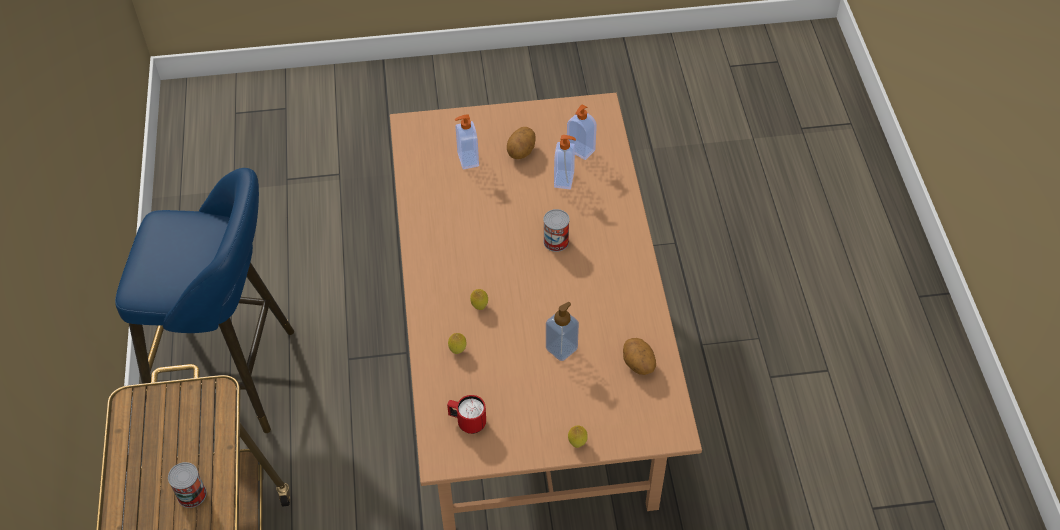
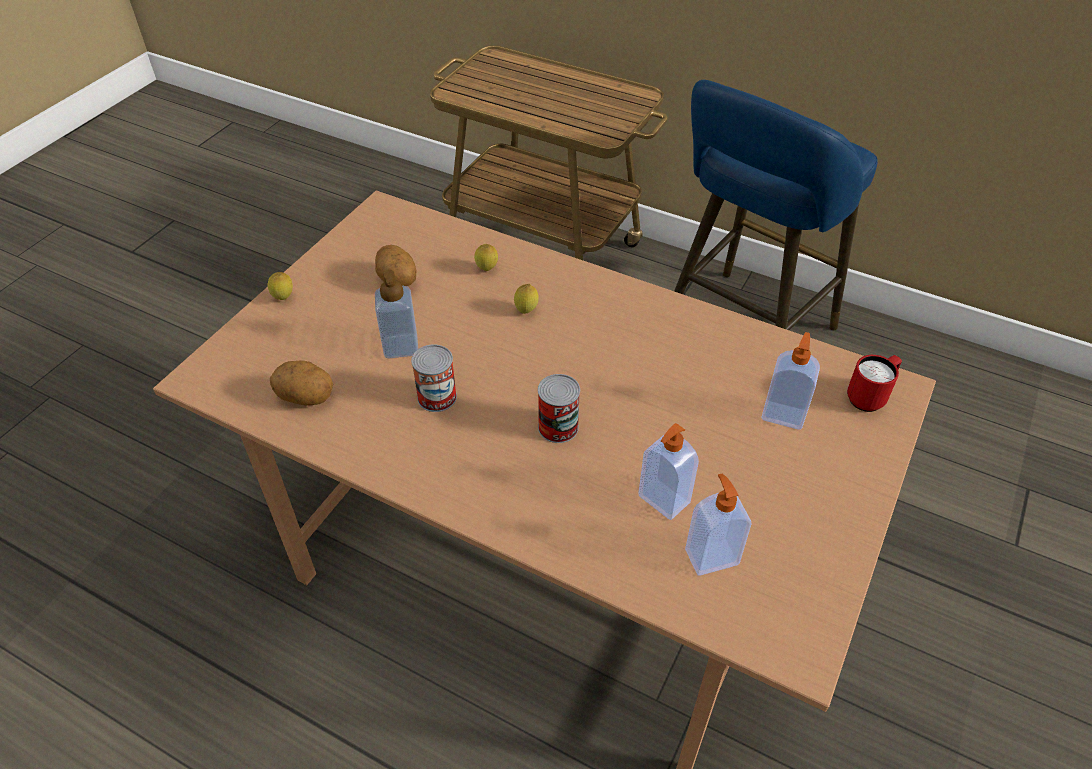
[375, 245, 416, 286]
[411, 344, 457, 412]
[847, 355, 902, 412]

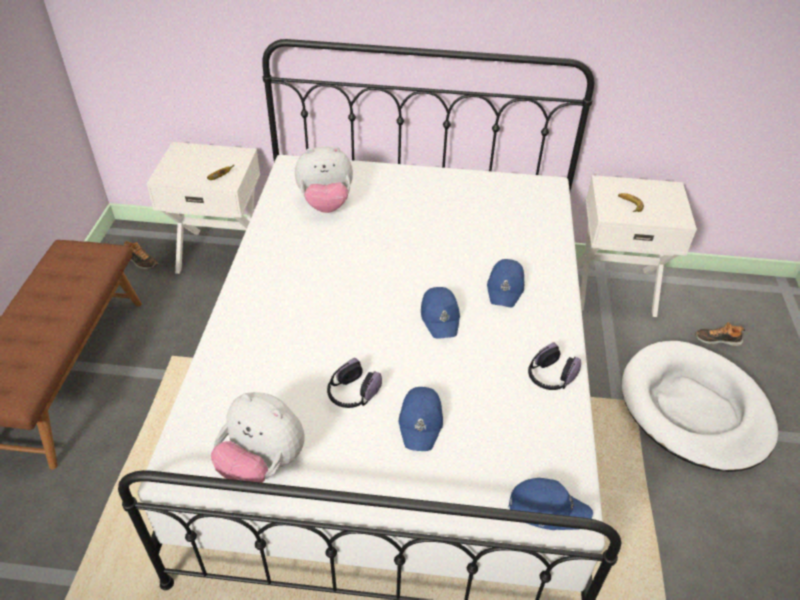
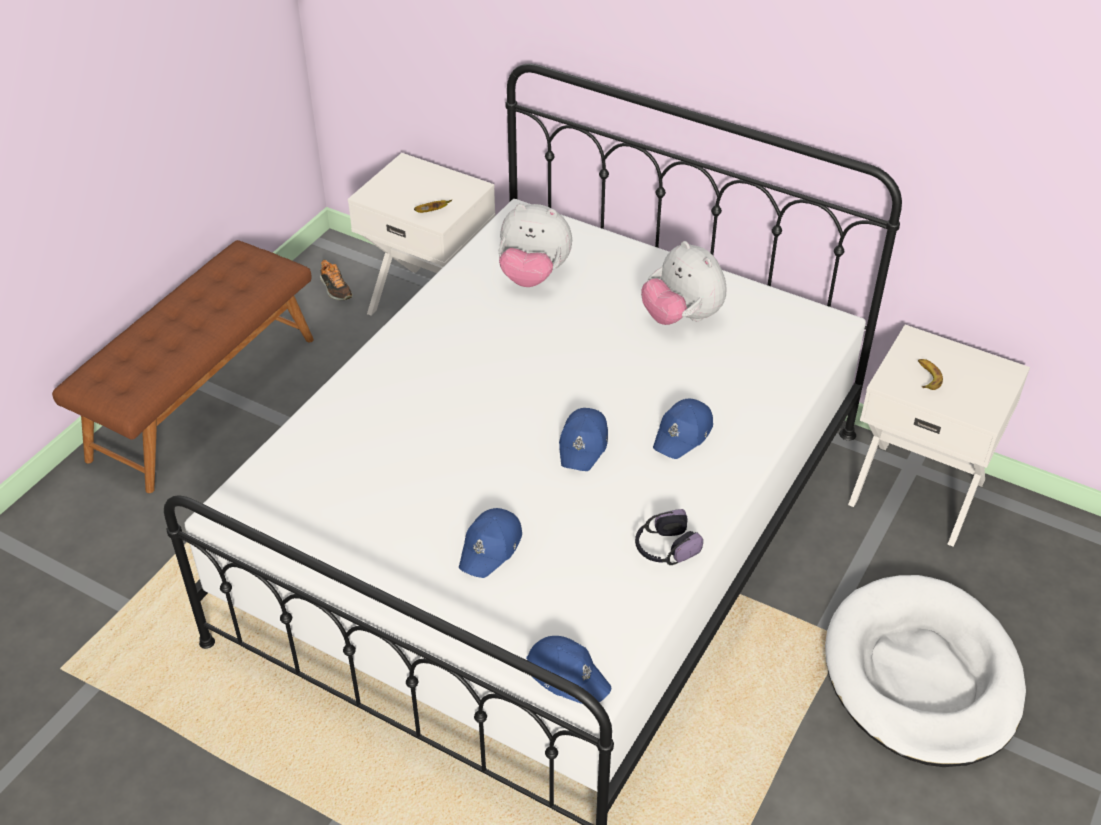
[641, 241, 726, 325]
[327, 358, 382, 408] (first image)
[695, 322, 745, 346] (first image)

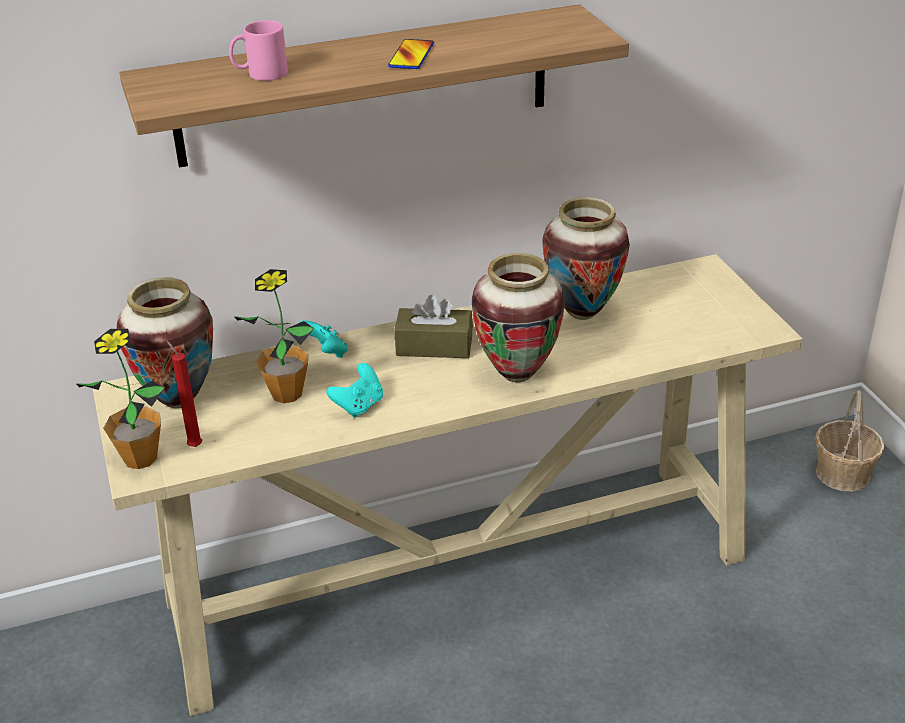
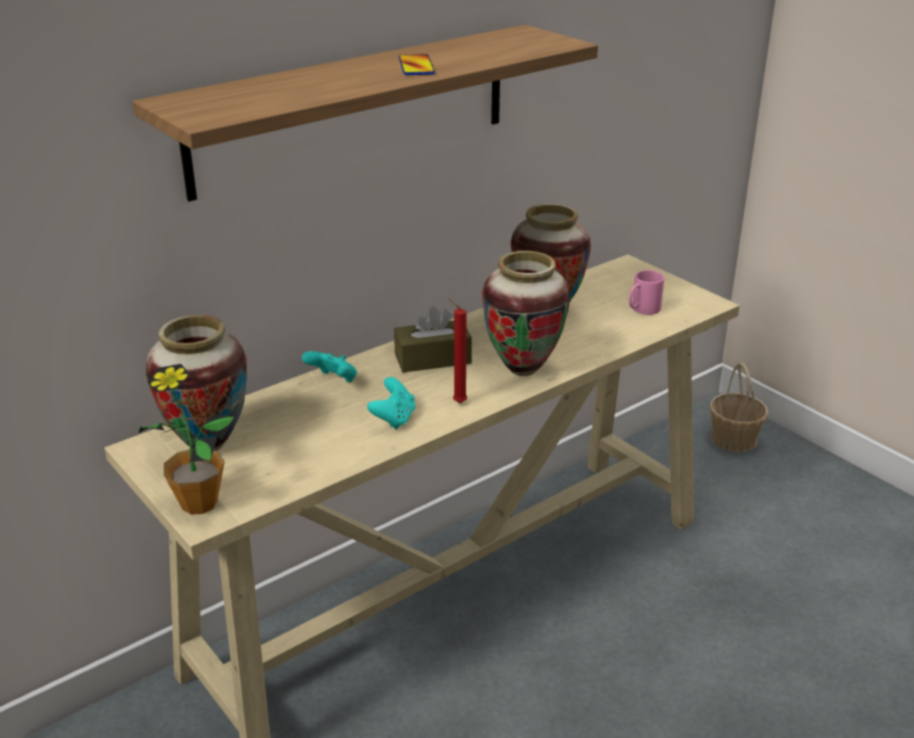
[448, 299, 467, 403]
[629, 270, 664, 315]
[234, 269, 315, 403] (first image)

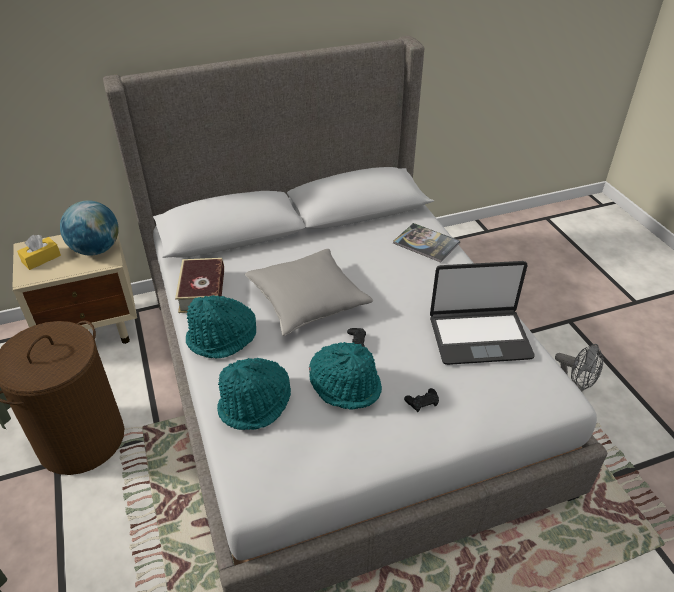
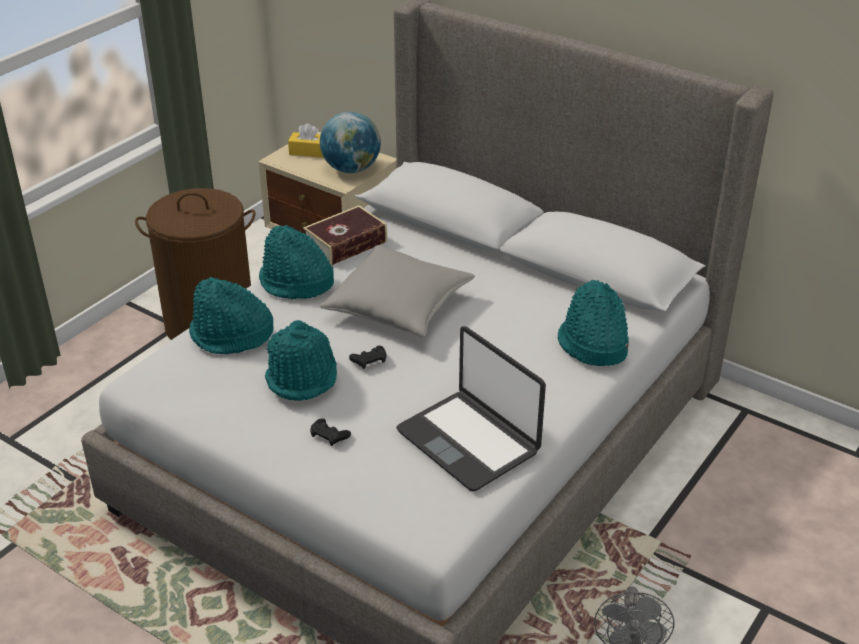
[558, 280, 629, 366]

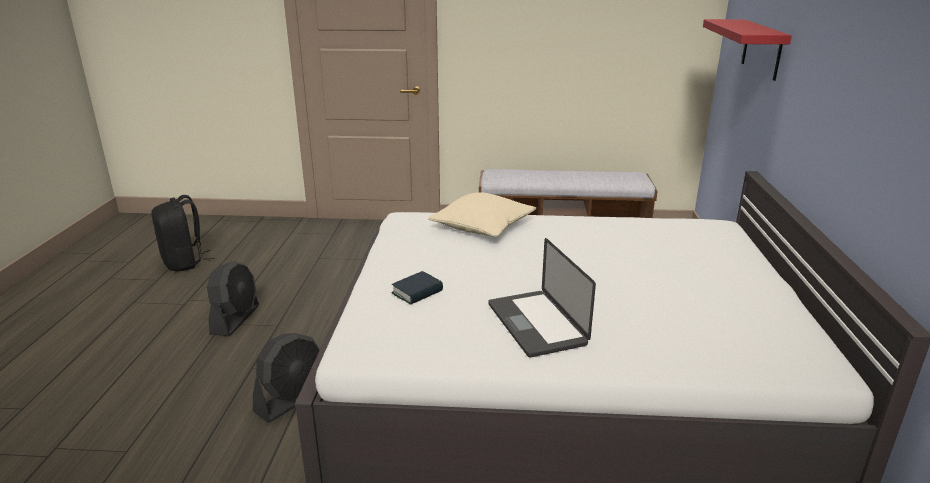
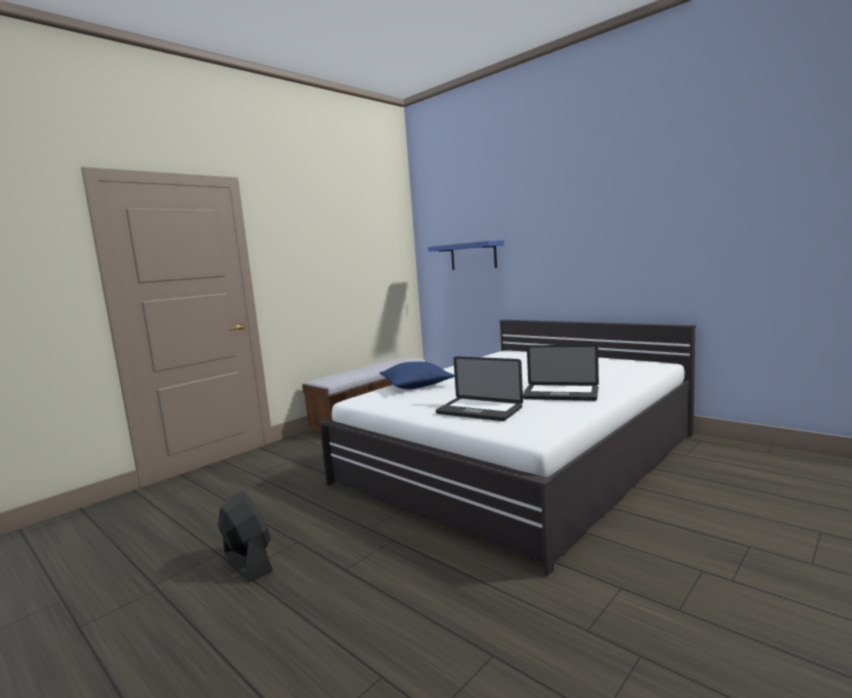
[380, 362, 455, 389]
[428, 240, 504, 270]
[436, 356, 523, 421]
[151, 195, 215, 271] (first image)
[253, 333, 320, 423] (first image)

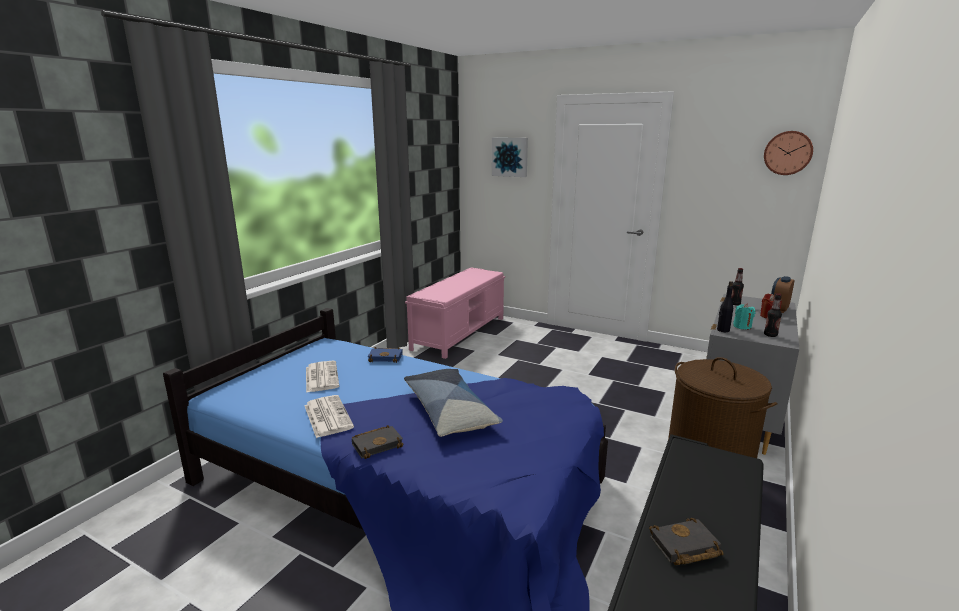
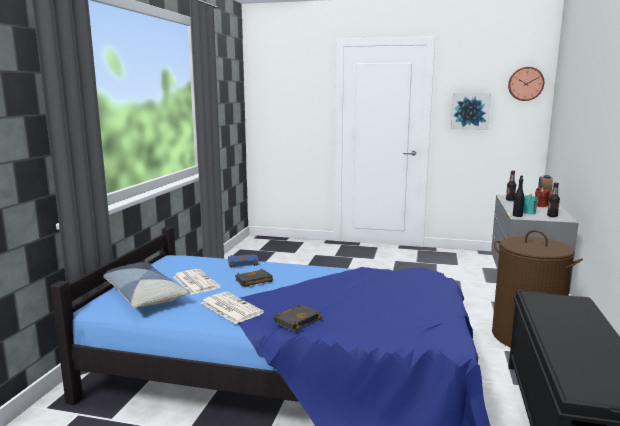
[103, 262, 191, 308]
[235, 269, 273, 287]
[451, 93, 491, 130]
[405, 267, 505, 359] (first image)

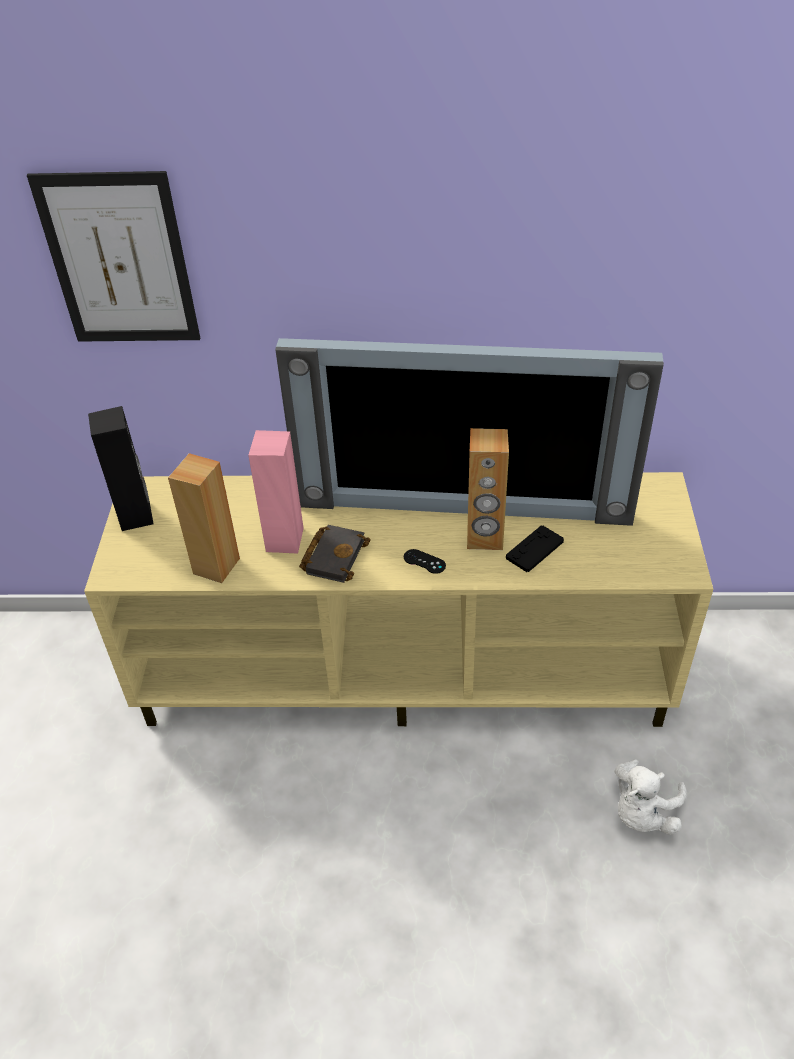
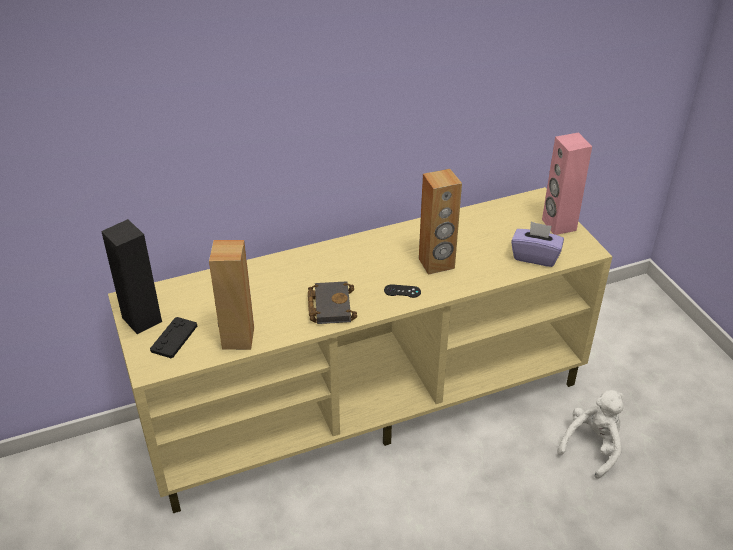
[150, 317, 197, 358]
[511, 221, 564, 267]
[542, 132, 592, 235]
[557, 390, 624, 479]
[27, 171, 200, 342] (first image)
[275, 338, 664, 526] (first image)

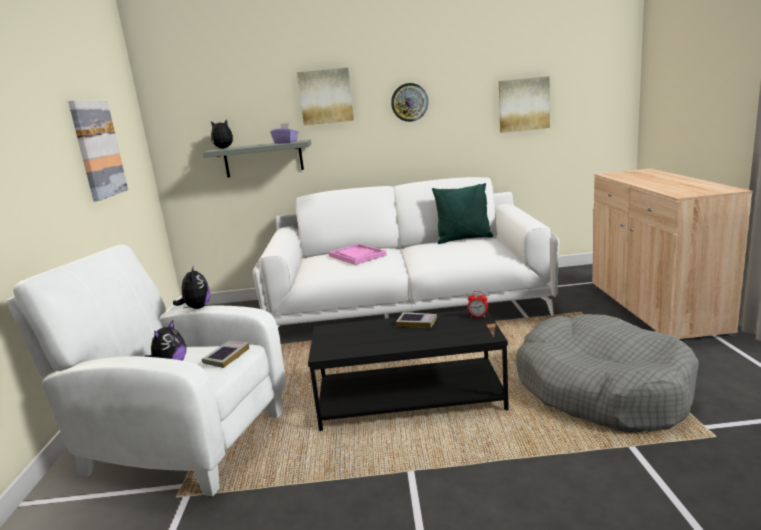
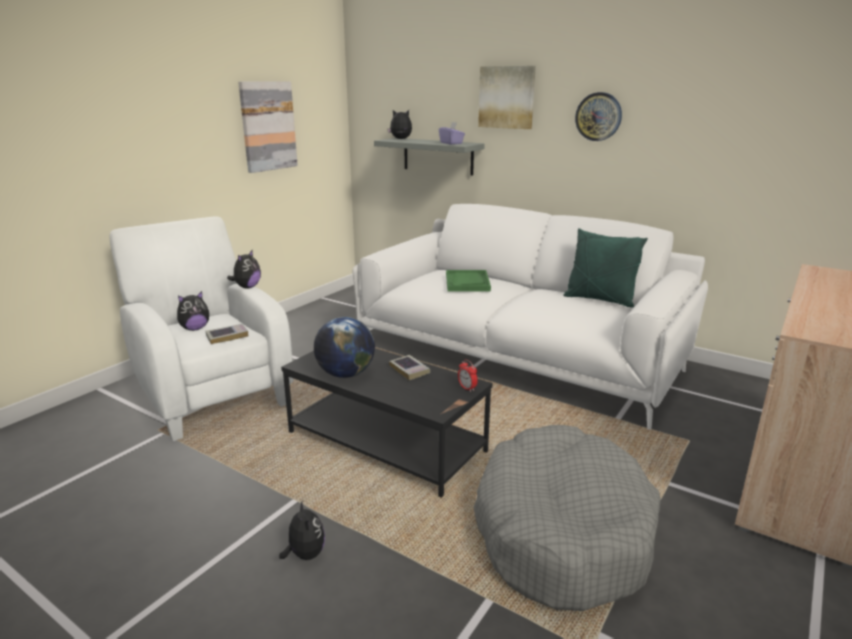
[279, 501, 325, 560]
[314, 317, 375, 378]
[446, 270, 491, 292]
[499, 76, 550, 133] (first image)

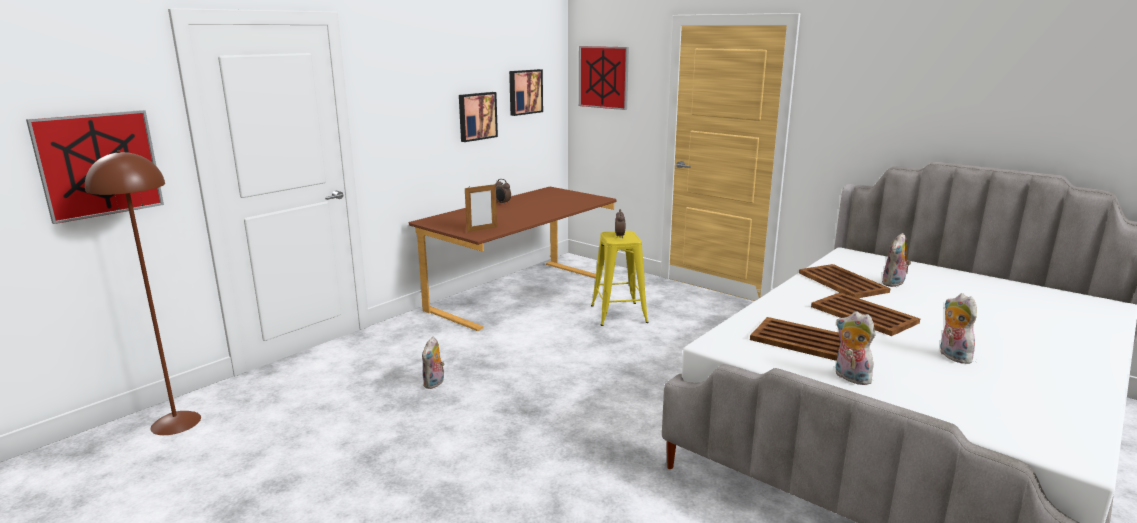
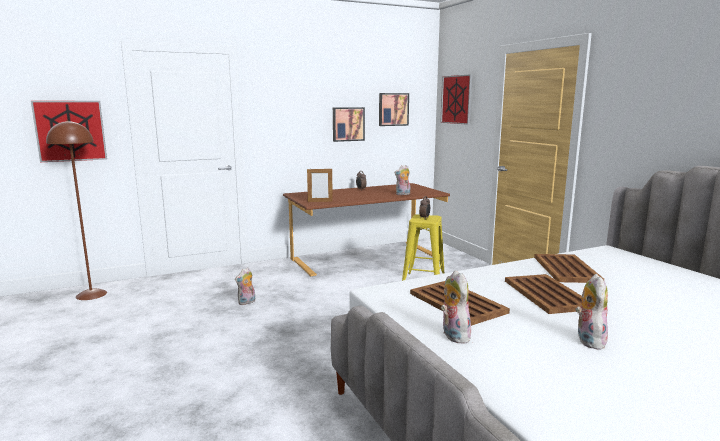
[394, 165, 410, 195]

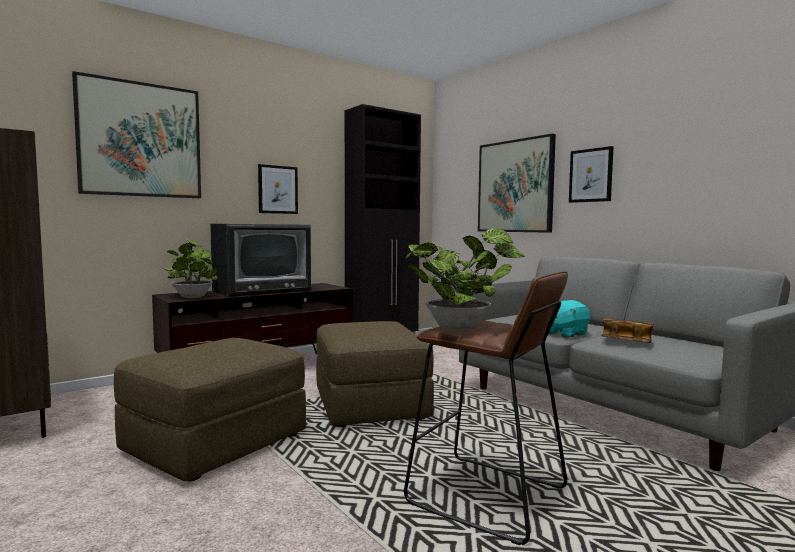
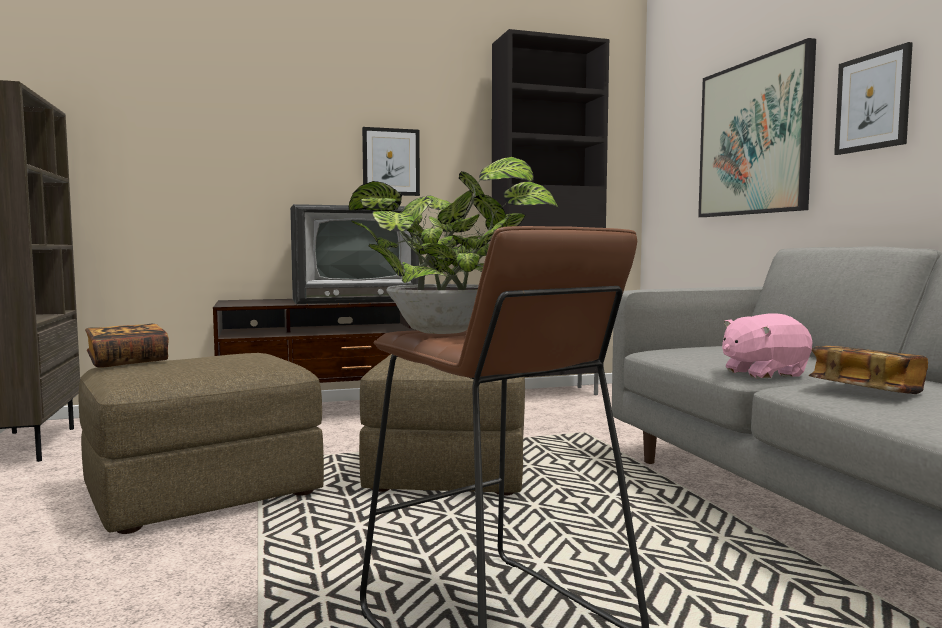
[85, 324, 169, 368]
[722, 313, 812, 379]
[72, 71, 201, 198] (first image)
[164, 238, 218, 298] (first image)

